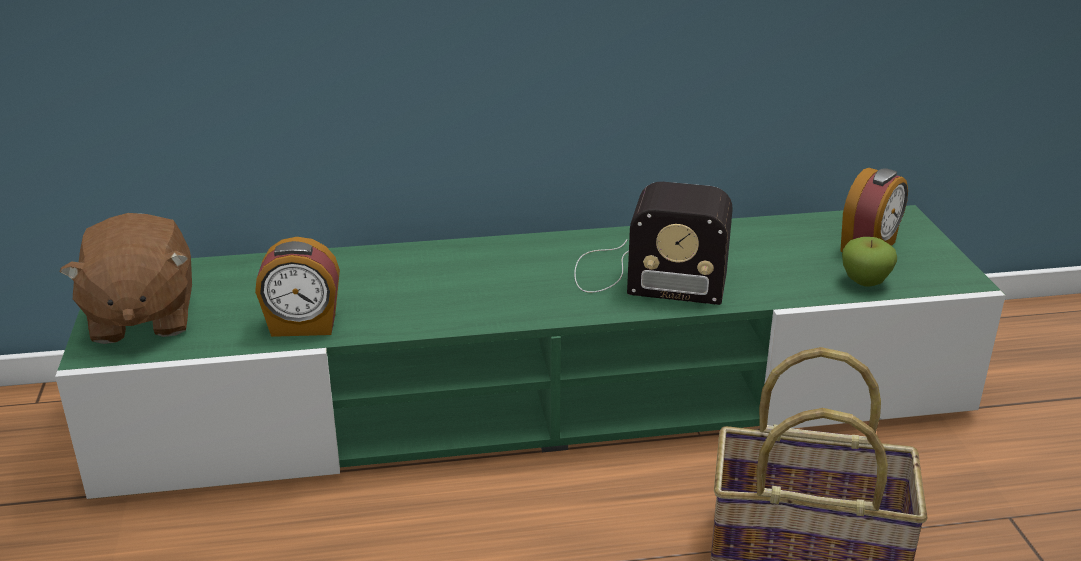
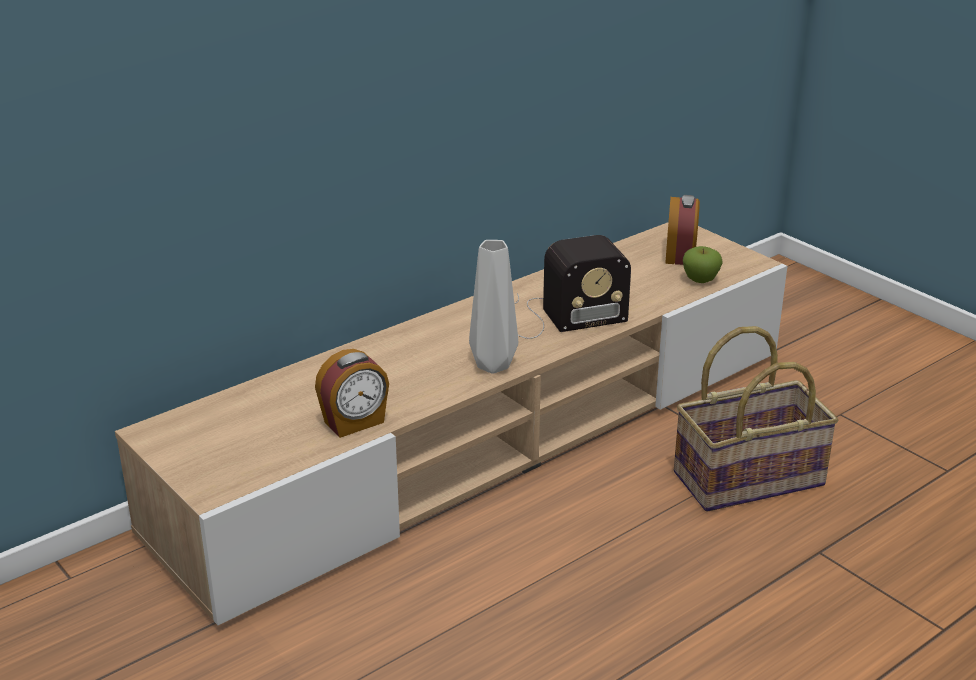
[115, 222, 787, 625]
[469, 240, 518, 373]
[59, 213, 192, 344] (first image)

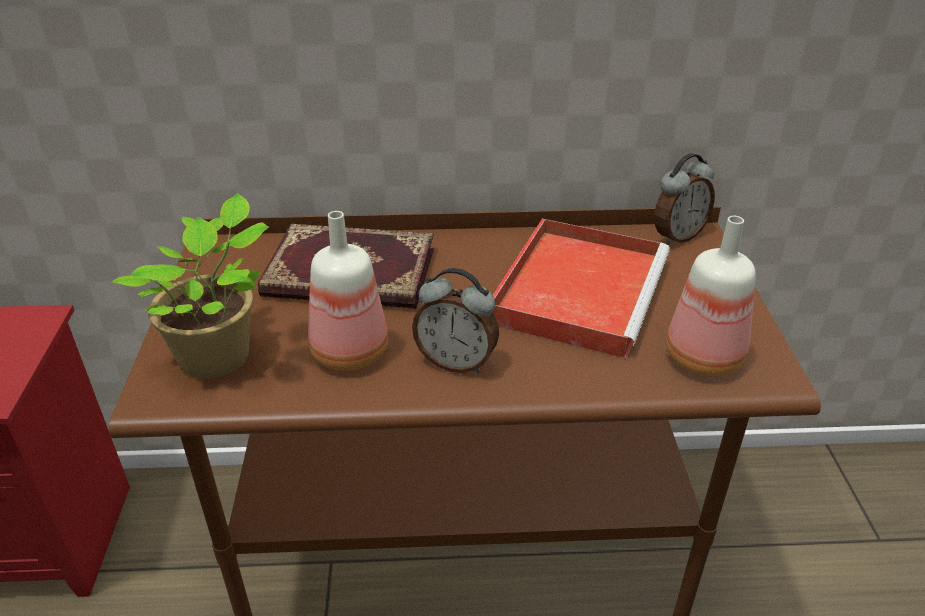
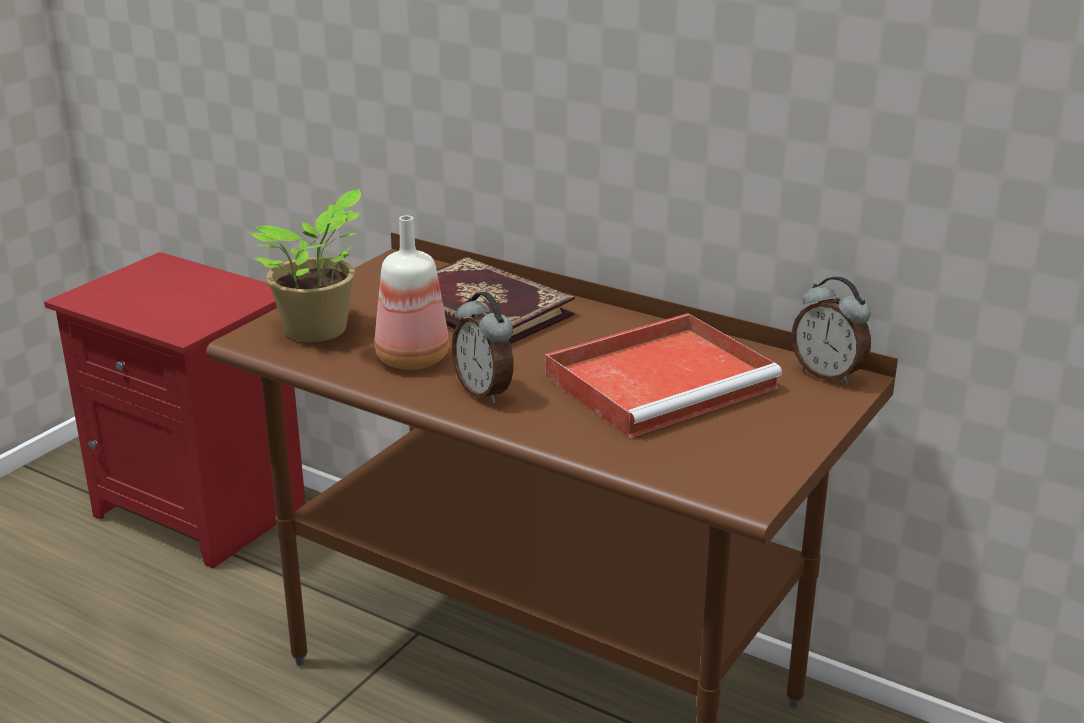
[792, 276, 871, 385]
[666, 216, 756, 377] (first image)

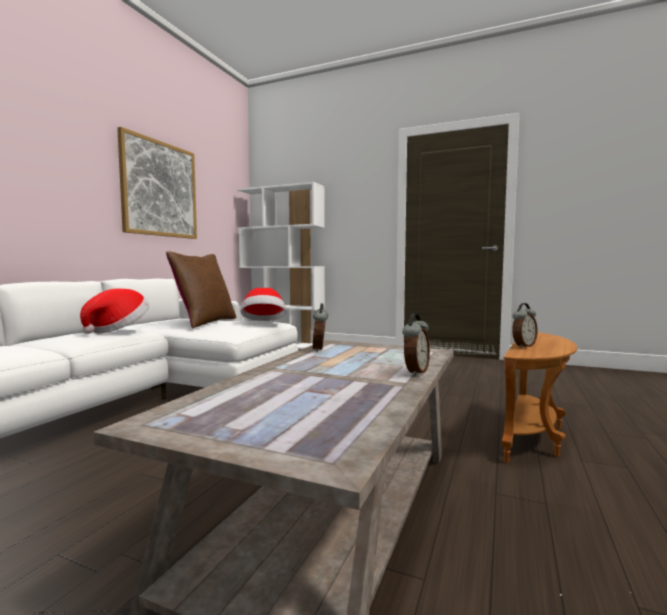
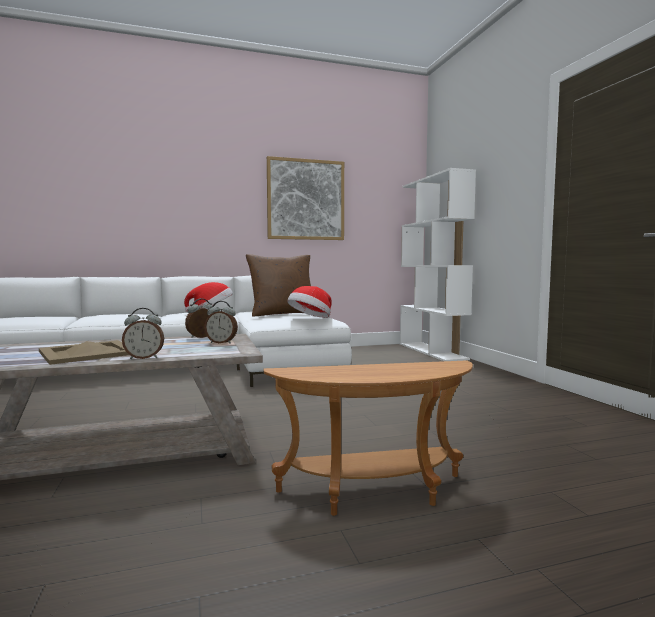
[39, 340, 129, 365]
[204, 301, 238, 344]

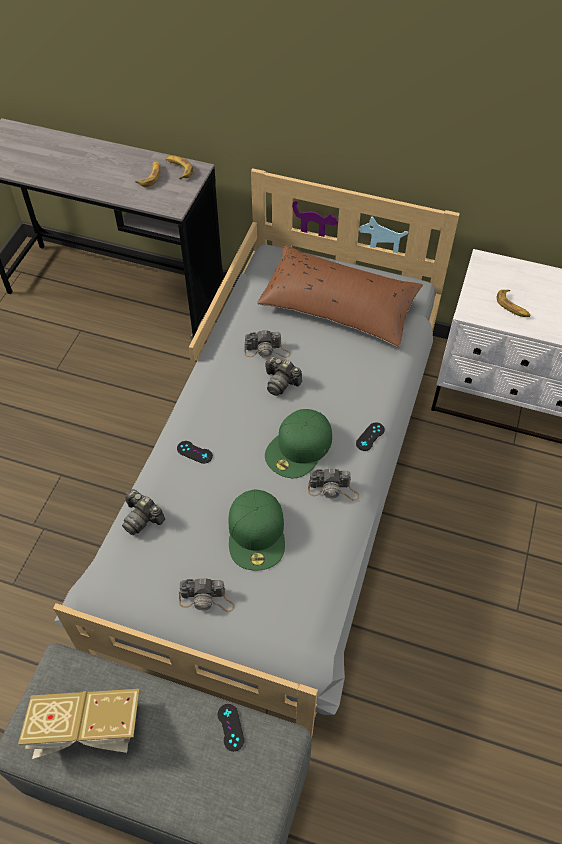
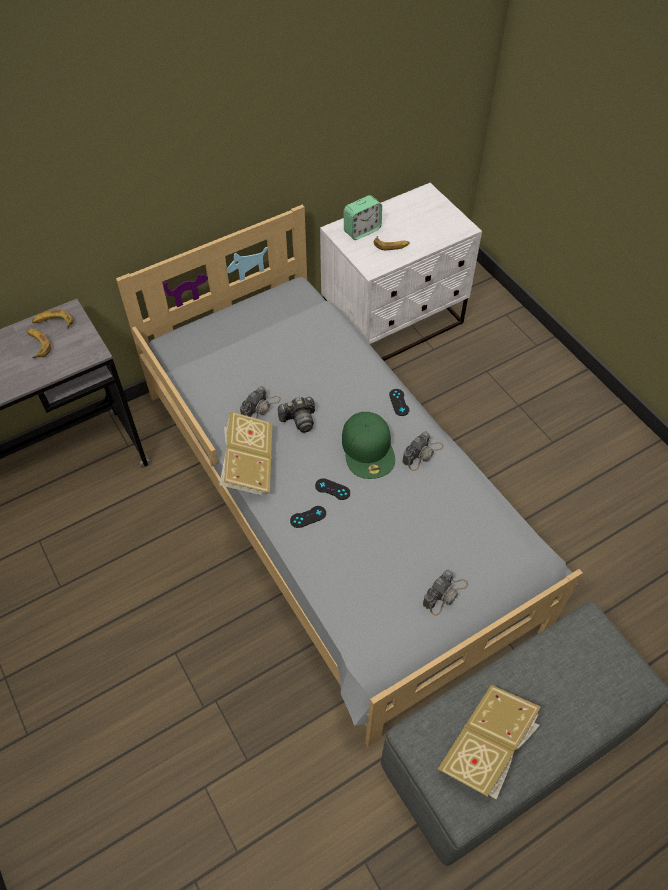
[219, 411, 272, 495]
[315, 478, 350, 500]
[344, 195, 382, 240]
[122, 489, 165, 535] (first image)
[229, 489, 285, 571] (first image)
[257, 245, 423, 347] (first image)

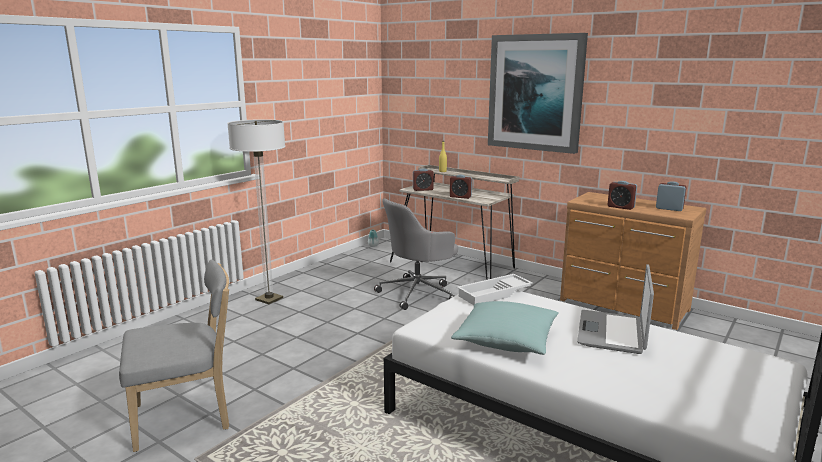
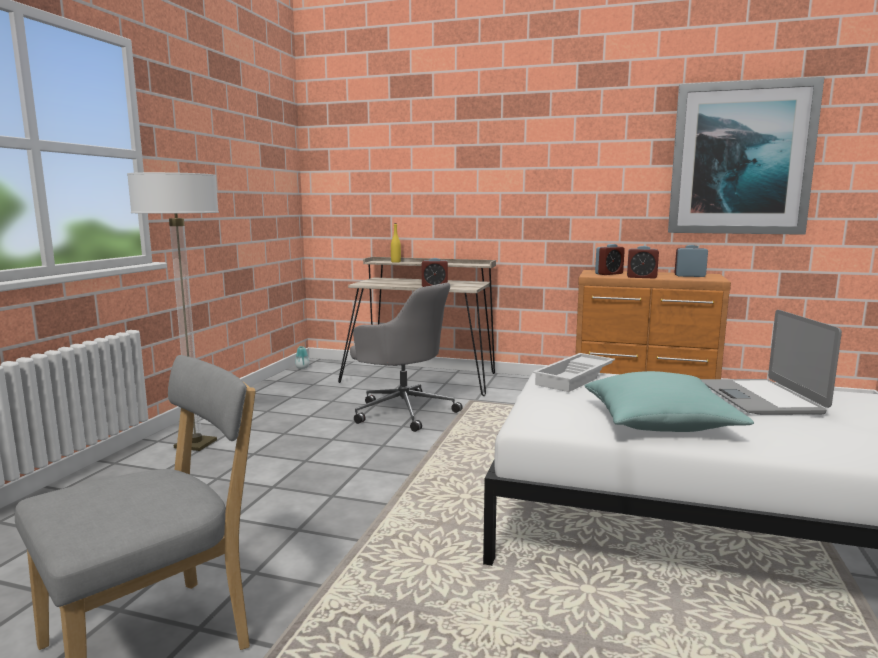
[350, 283, 462, 432]
[595, 244, 625, 275]
[668, 77, 824, 235]

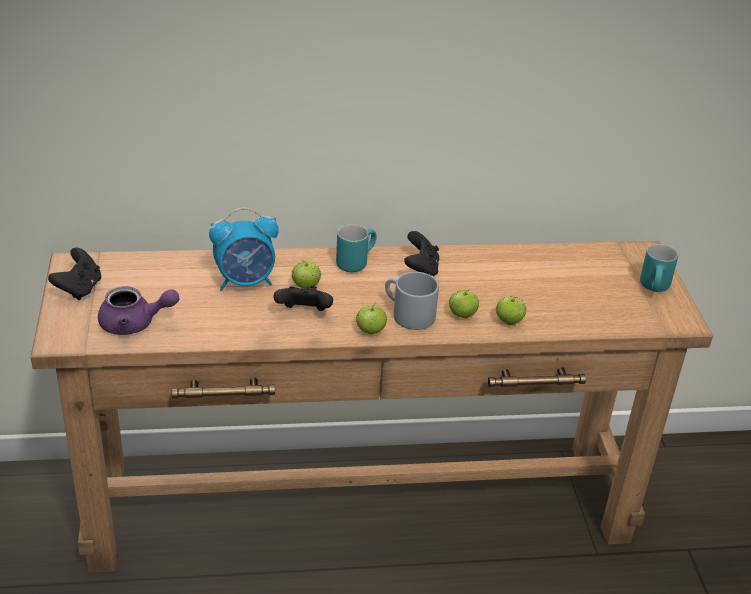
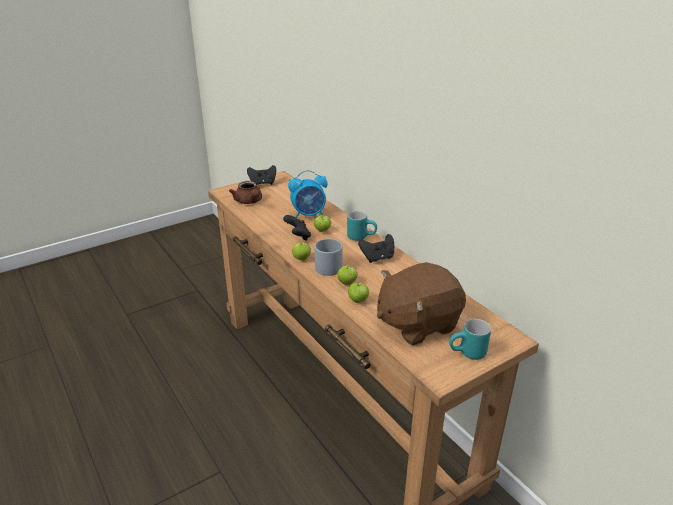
[229, 181, 262, 204]
[288, 170, 328, 218]
[377, 262, 466, 345]

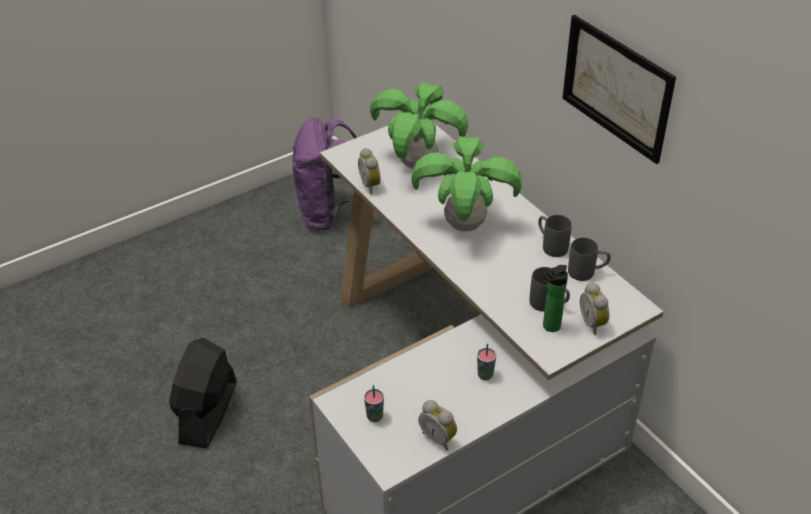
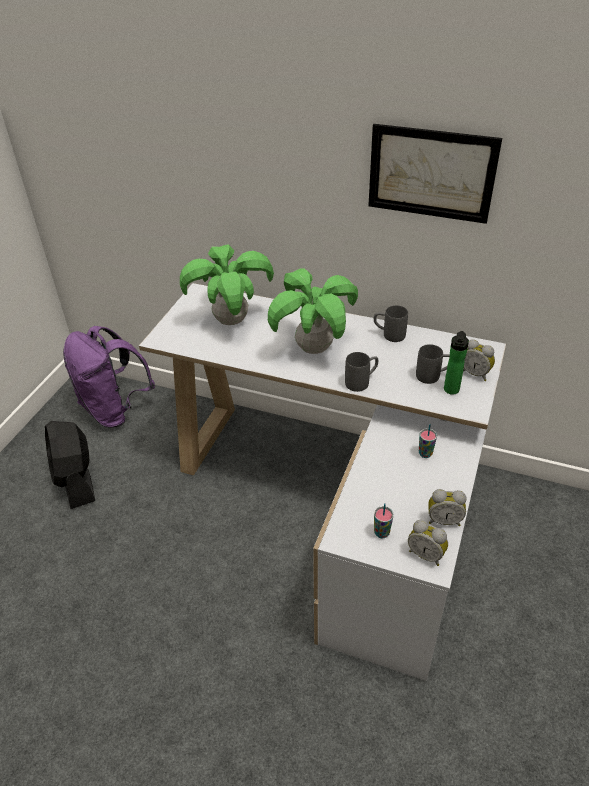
[45, 421, 95, 509]
[345, 352, 378, 392]
[408, 520, 448, 566]

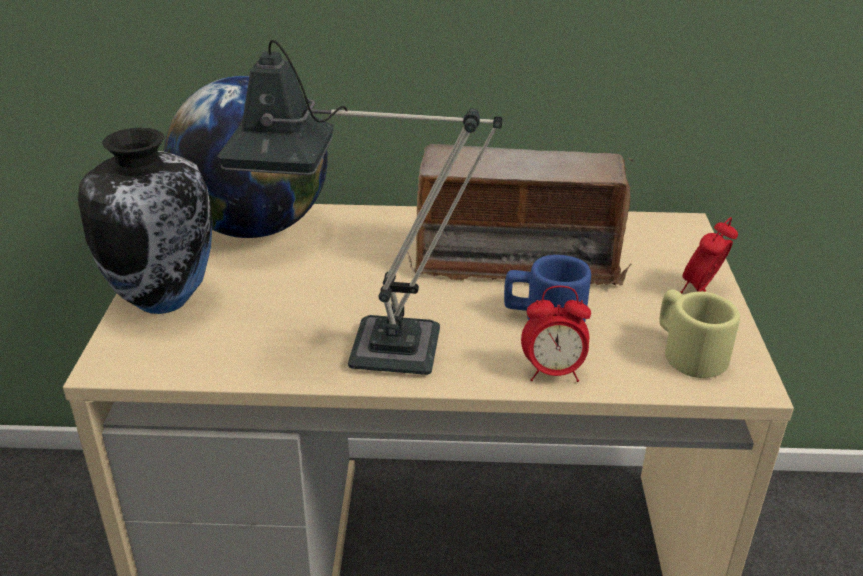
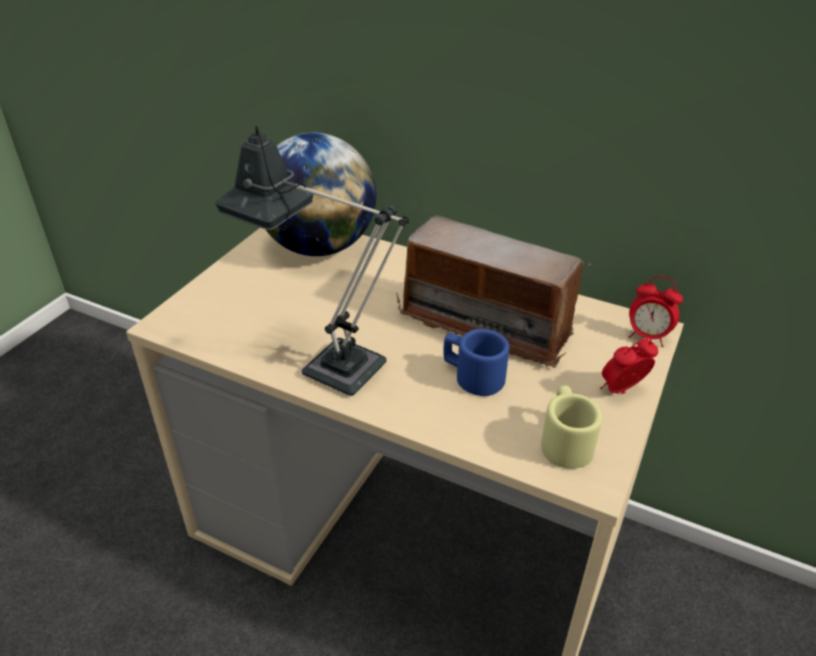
[629, 276, 683, 347]
[78, 128, 213, 314] (first image)

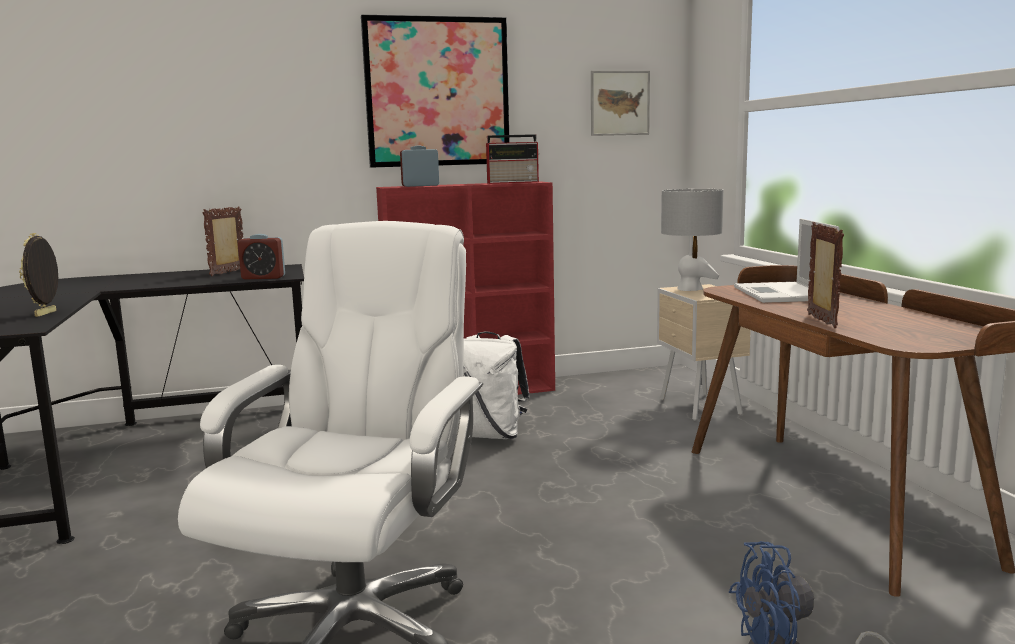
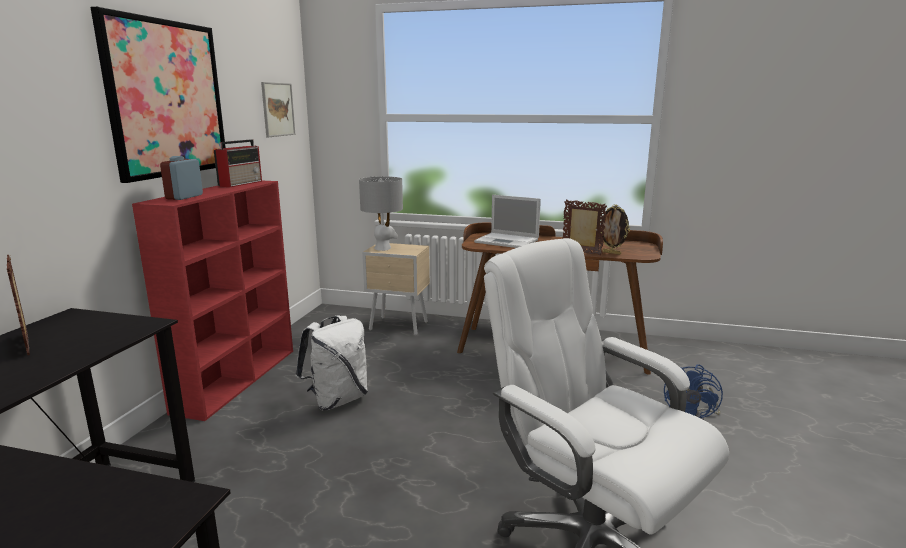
[601, 204, 630, 255]
[238, 234, 285, 280] (first image)

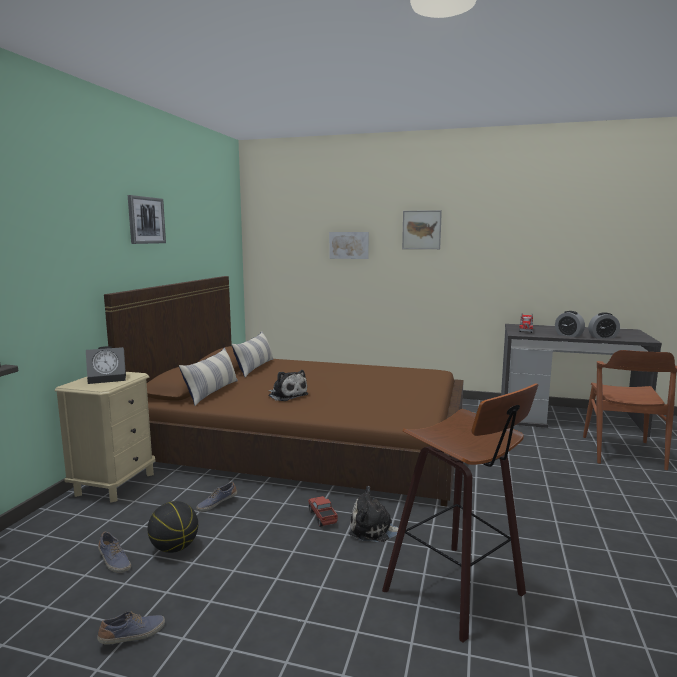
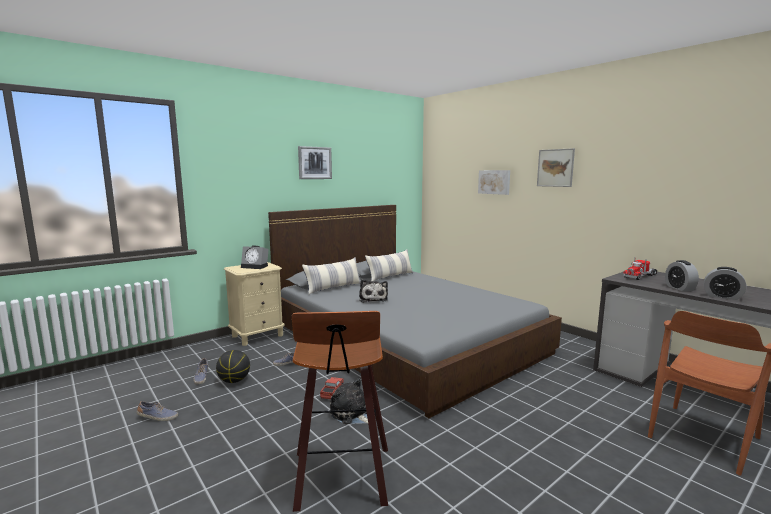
[268, 205, 562, 418]

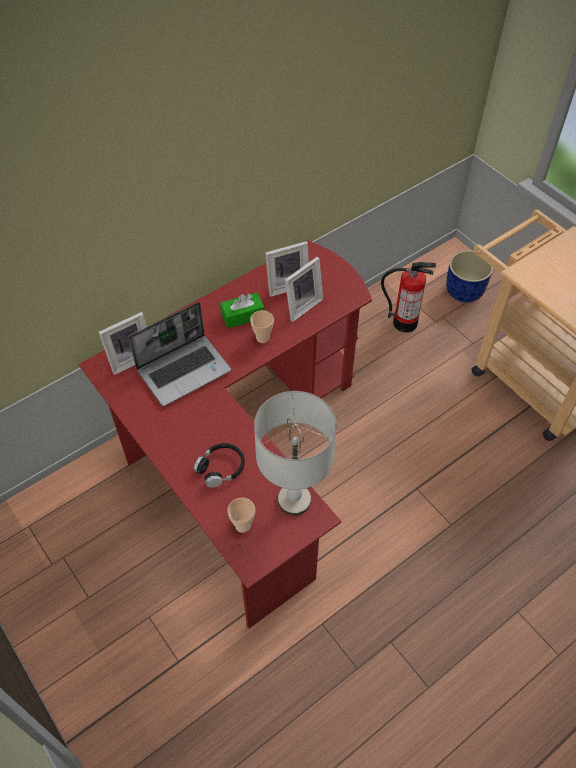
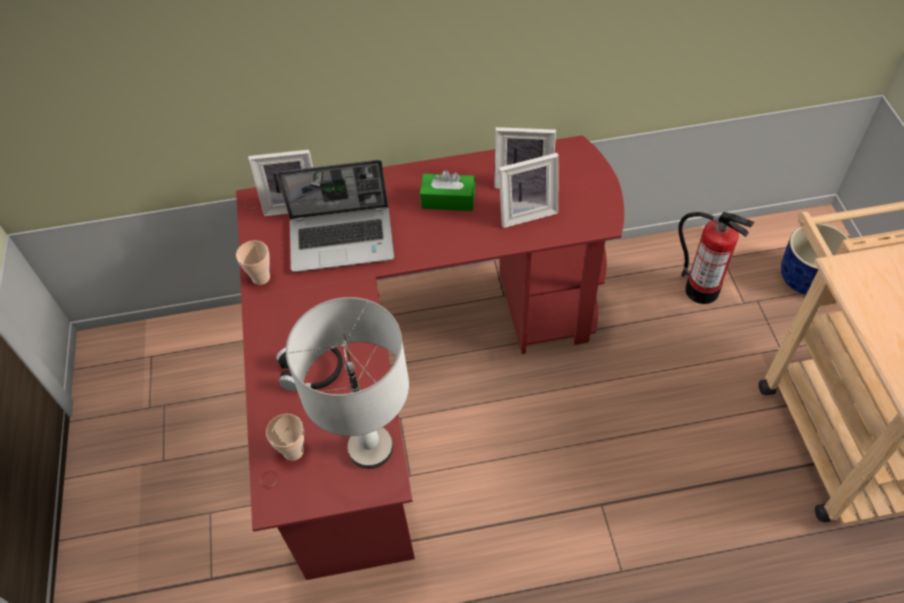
[236, 240, 270, 285]

